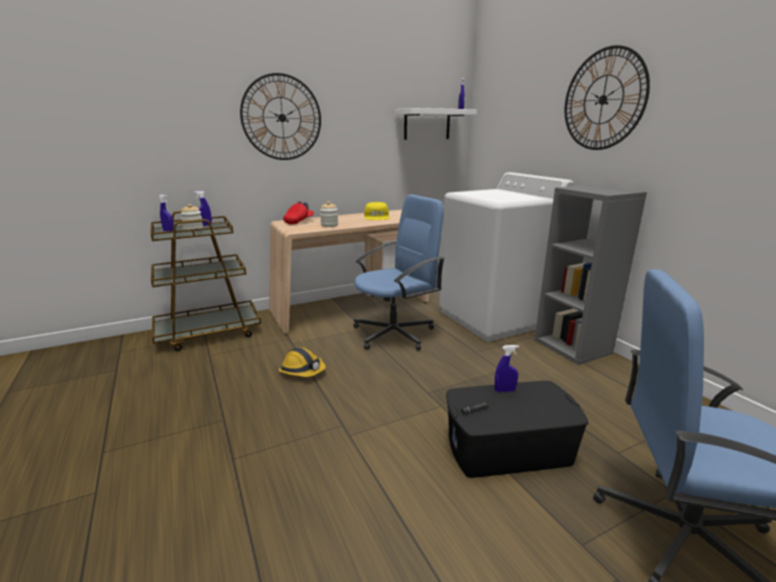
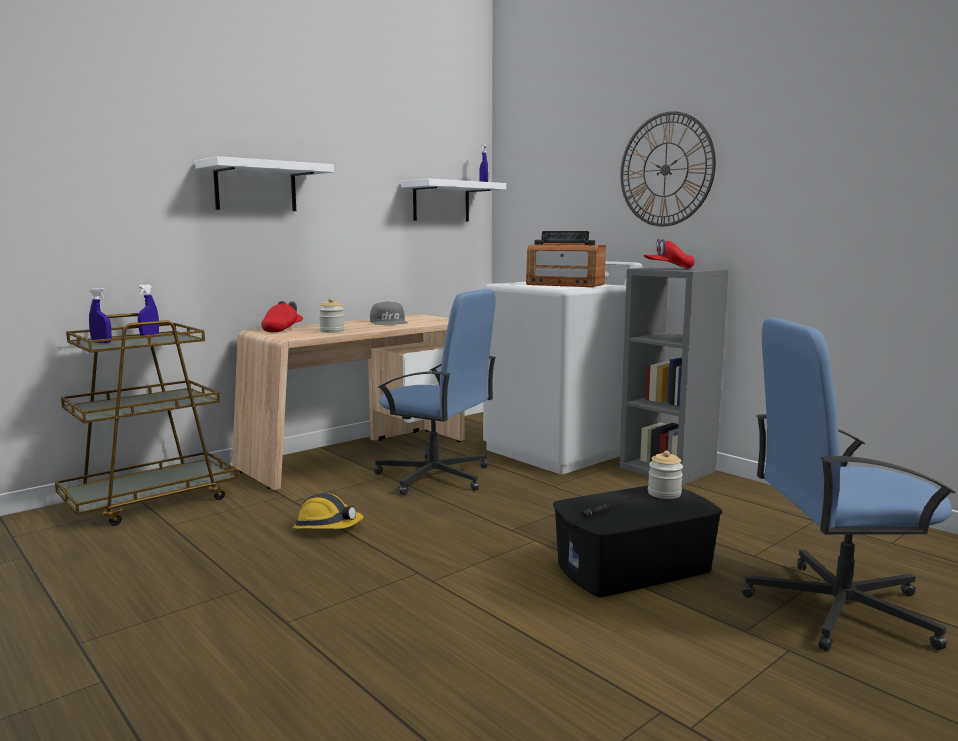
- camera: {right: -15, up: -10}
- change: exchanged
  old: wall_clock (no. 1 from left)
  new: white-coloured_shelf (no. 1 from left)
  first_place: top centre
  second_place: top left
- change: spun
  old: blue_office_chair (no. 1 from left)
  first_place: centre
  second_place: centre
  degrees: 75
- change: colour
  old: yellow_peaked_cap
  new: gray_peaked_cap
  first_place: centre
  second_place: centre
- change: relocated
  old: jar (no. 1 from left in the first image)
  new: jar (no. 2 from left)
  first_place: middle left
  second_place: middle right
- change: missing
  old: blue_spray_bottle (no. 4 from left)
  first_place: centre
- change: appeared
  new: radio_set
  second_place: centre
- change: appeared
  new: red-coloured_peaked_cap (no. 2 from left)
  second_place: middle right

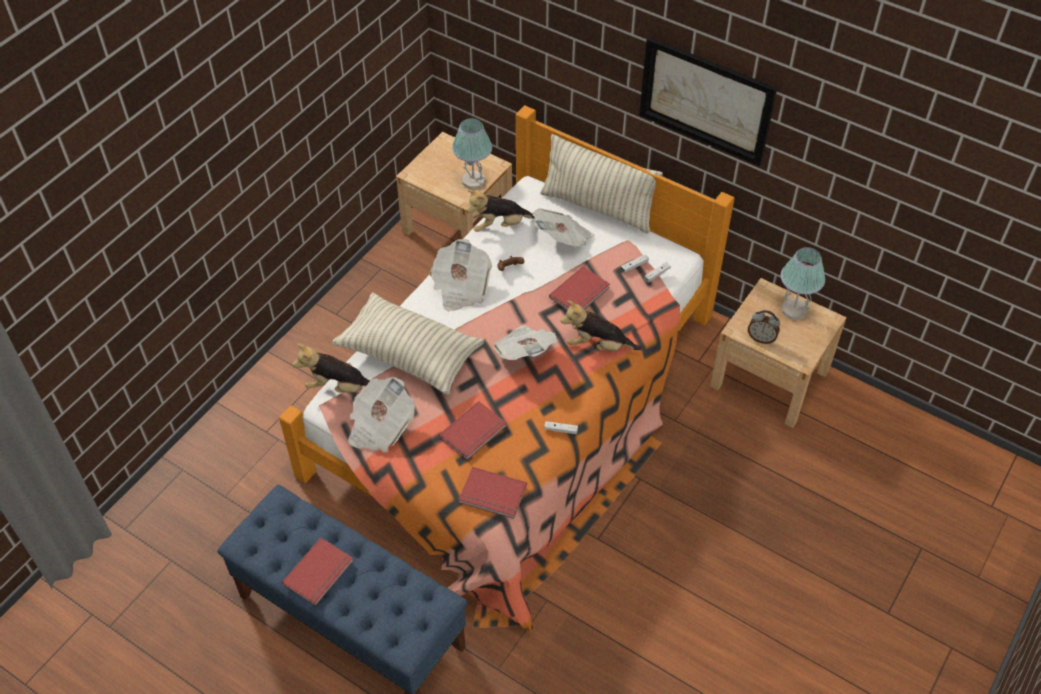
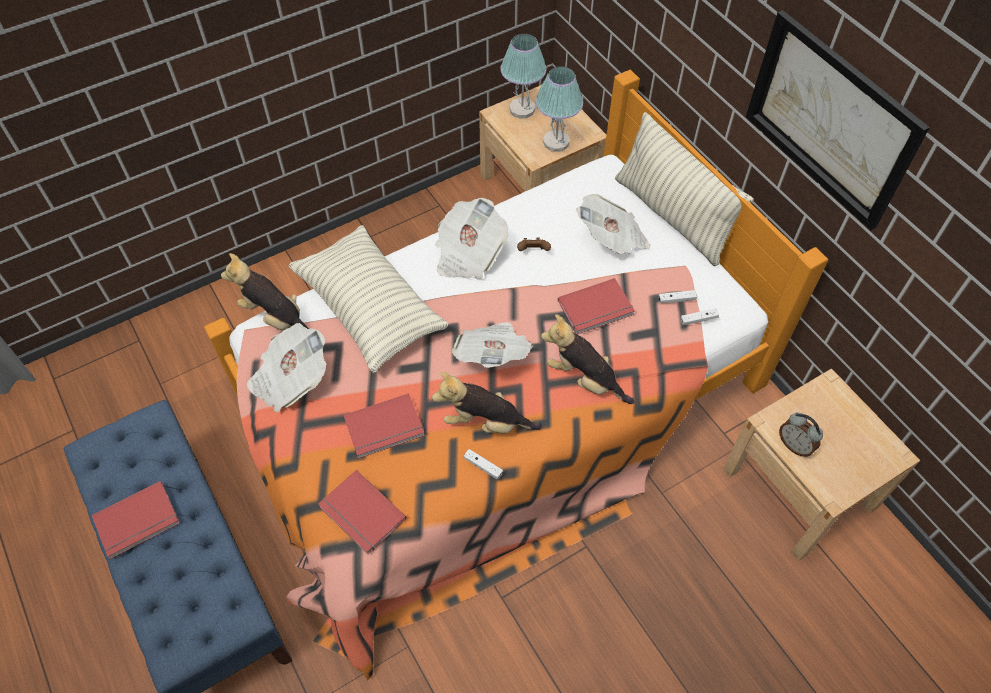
- camera: {right: 25, up: 5}
- change: relocated
  old: cuddly_toy (no. 2 from left)
  first_place: top centre
  second_place: centre
- change: relocated
  old: tabletop_lamp (no. 2 from left in the first image)
  new: tabletop_lamp (no. 1 from left)
  first_place: middle right
  second_place: top centre

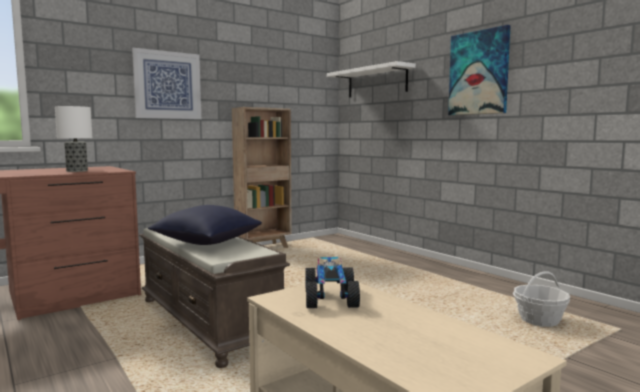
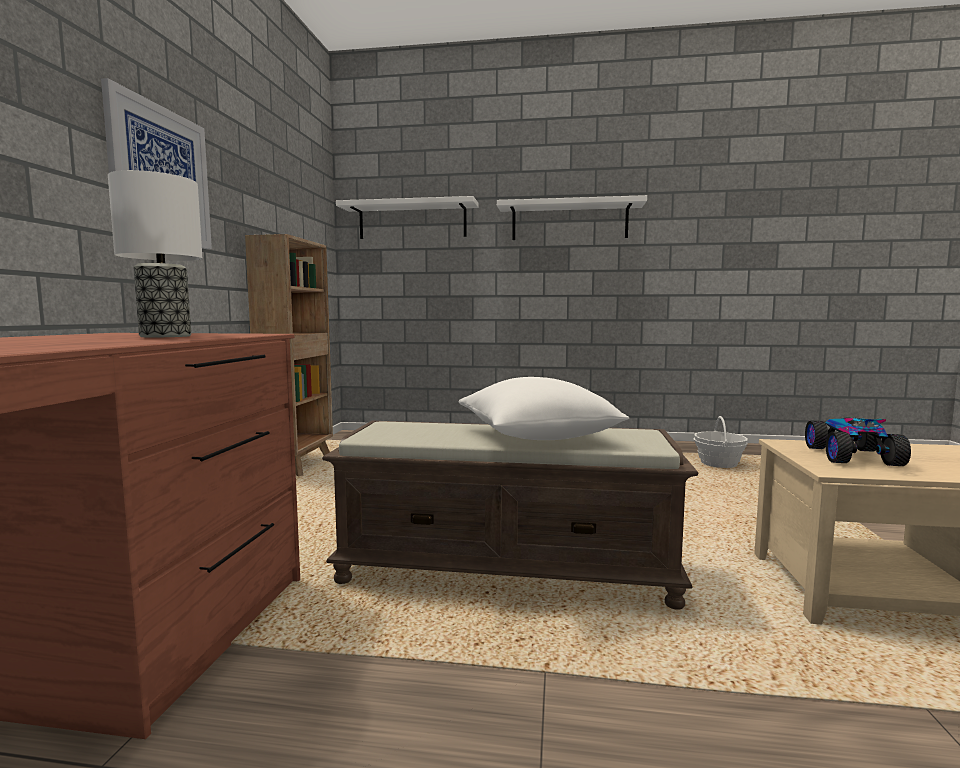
- camera: {right: -45, up: 0}
- change: exchanged
  old: picture (no. 2 from left)
  new: white-coloured_shelf (no. 2 from left)
  first_place: top right
  second_place: top centre
- change: colour
  old: blue_throw_pillow
  new: white-coloured_throw_pillow
  first_place: middle left
  second_place: centre
- change: spun
  old: model_car
  first_place: bottom centre
  second_place: middle right
  degrees: -120

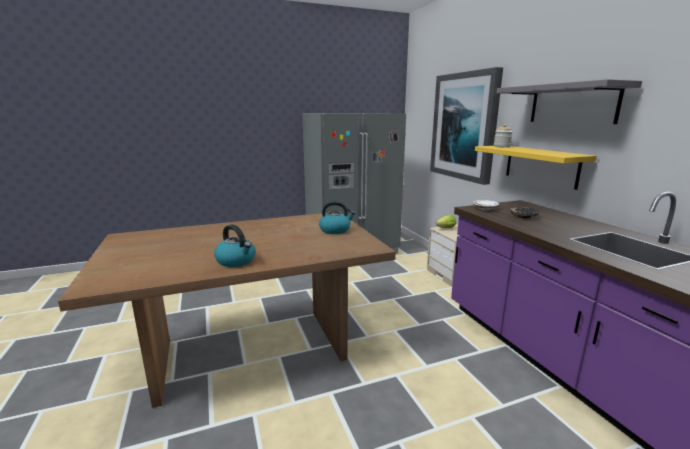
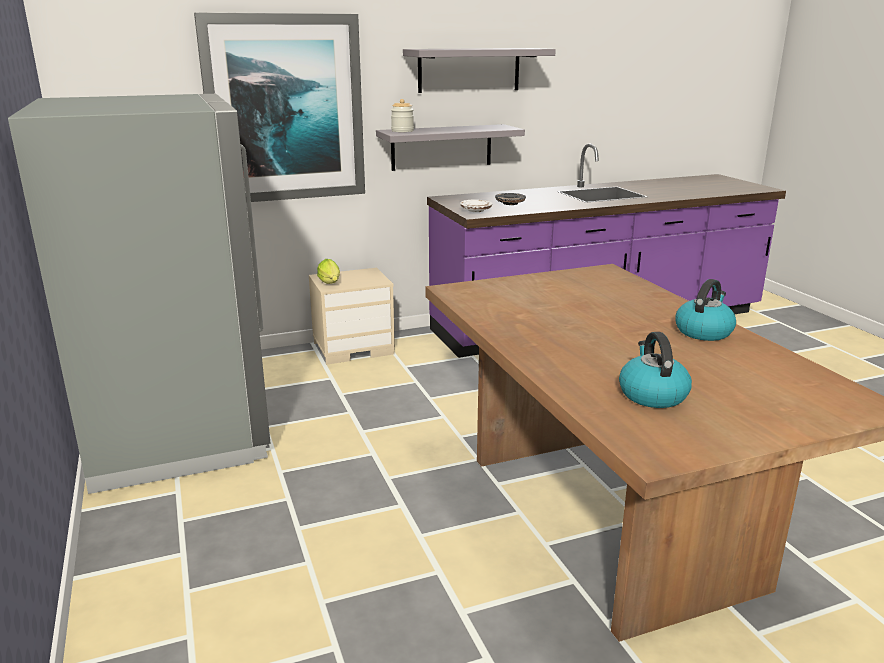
- camera: {right: -90, up: 5}
- change: colour
  old: yellow_shelf
  new: gray_shelf (no. 1 from left)
  first_place: middle right
  second_place: top centre
- change: relocated
  old: tea_kettle (no. 2 from left in the first image)
  new: tea_kettle (no. 1 from left)
  first_place: centre
  second_place: middle right

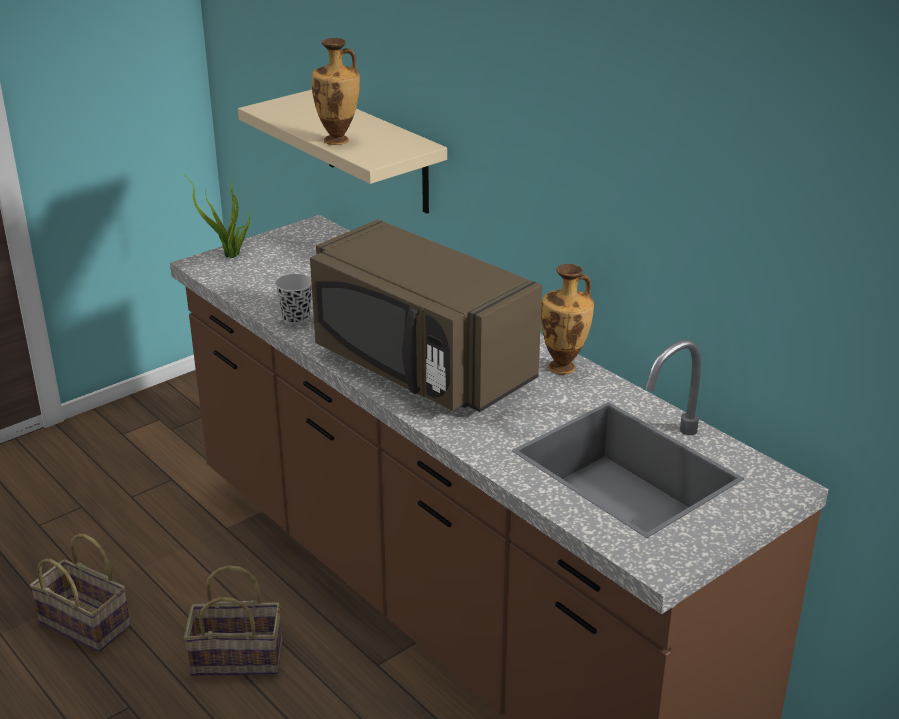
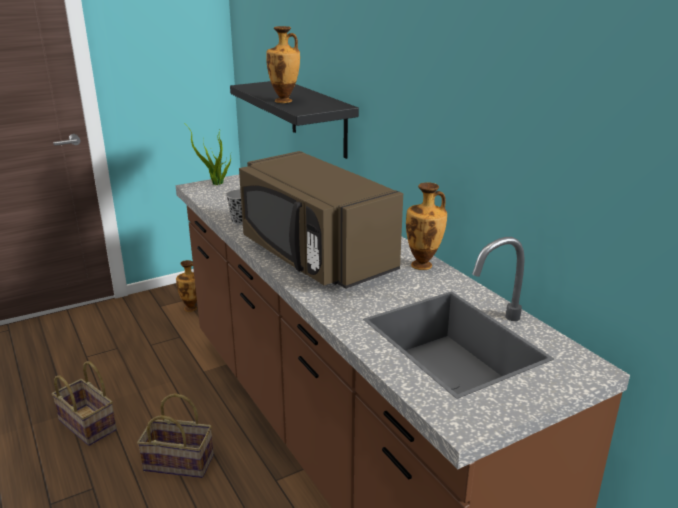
- camera: {right: 10, up: -5}
- change: colour
  old: sand-coloured_shelf
  new: black_shelf
  first_place: top centre
  second_place: top centre
- change: appeared
  new: vase (no. 1 from left)
  second_place: middle left

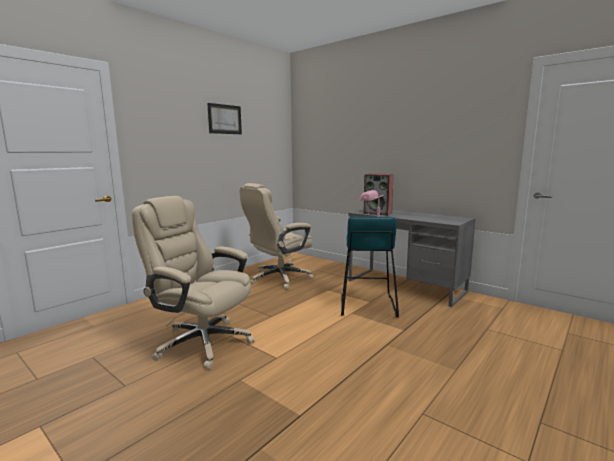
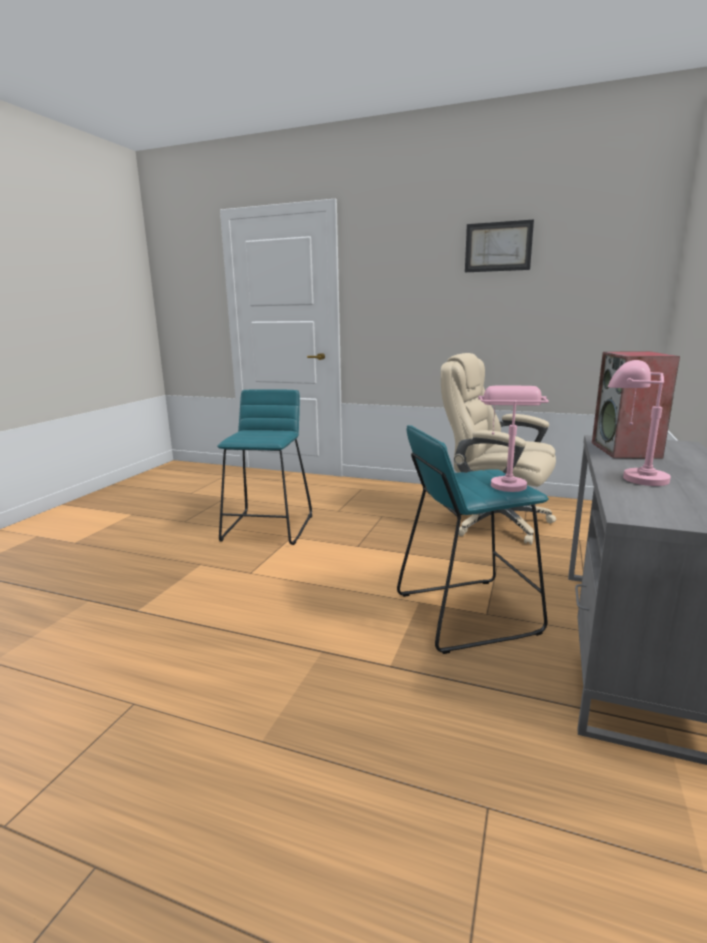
- camera: {right: 70, up: 5}
- change: exchanged
  old: sand-coloured_office_chair (no. 1 from left)
  new: turquoise_stool_seat (no. 1 from left)
  first_place: middle left
  second_place: centre
- change: appeared
  new: pink_tabletop_lamp (no. 2 from left)
  second_place: middle right

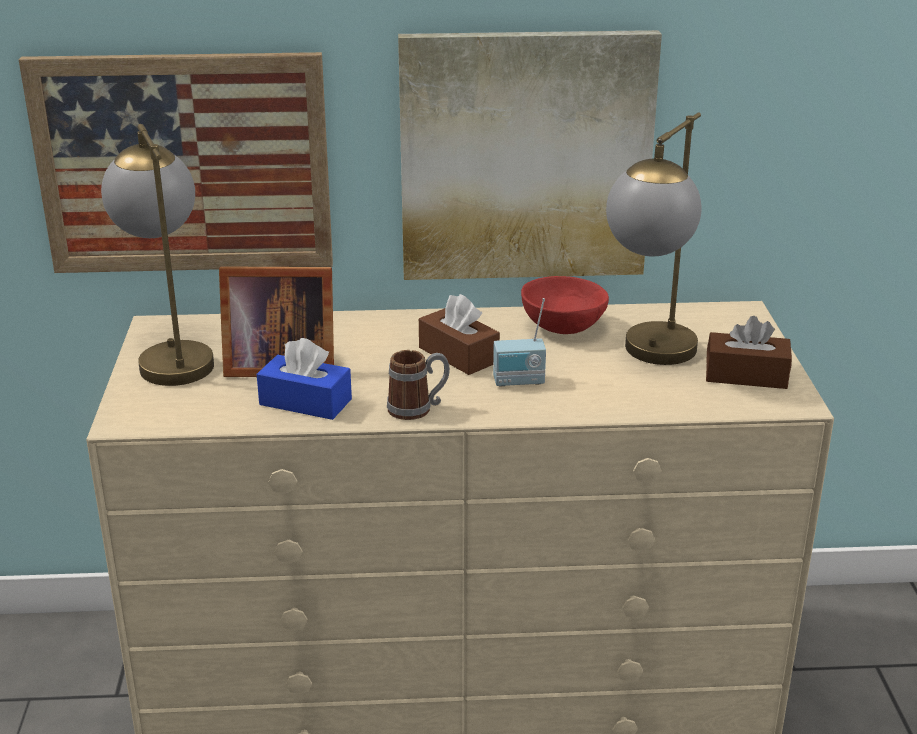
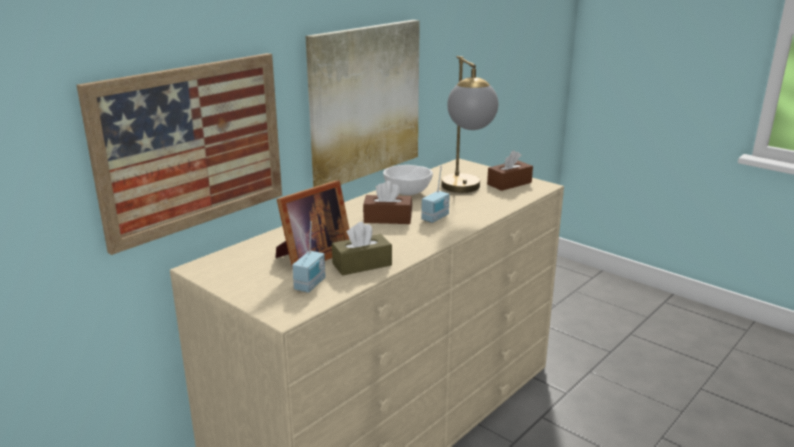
- camera: {right: -45, up: -5}
- change: missing
  old: tabletop_lamp (no. 1 from left)
  first_place: middle left
- change: colour
  old: red-coloured_bowl
  new: white-coloured_bowl
  first_place: centre
  second_place: centre
- change: colour
  old: blue_tissue_box
  new: brown-coloured_tissue_box (no. 1 from left)
  first_place: middle left
  second_place: centre
- change: missing
  old: mug
  first_place: centre
- change: appeared
  new: radio_set (no. 1 from left)
  second_place: centre

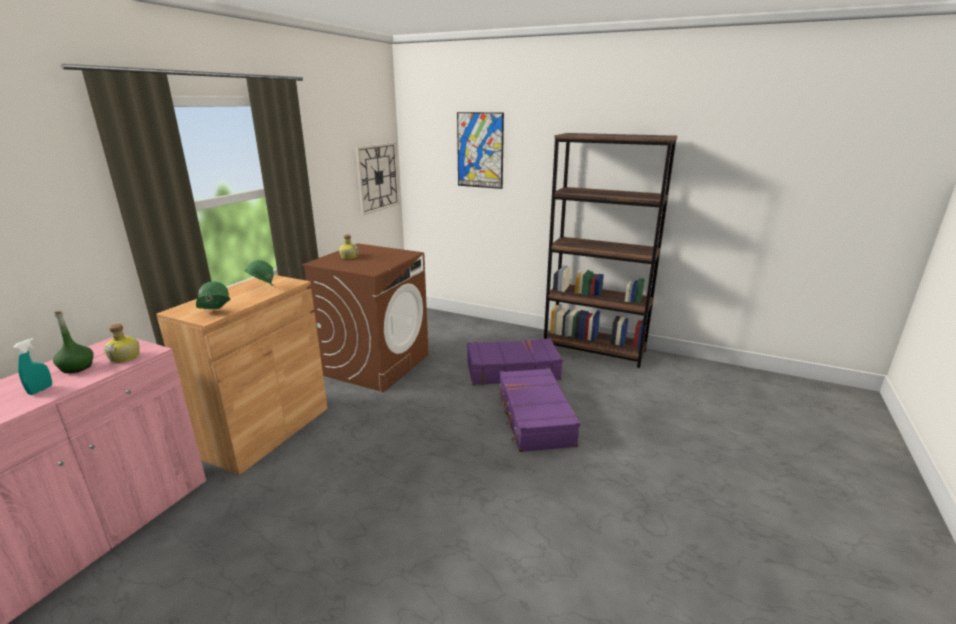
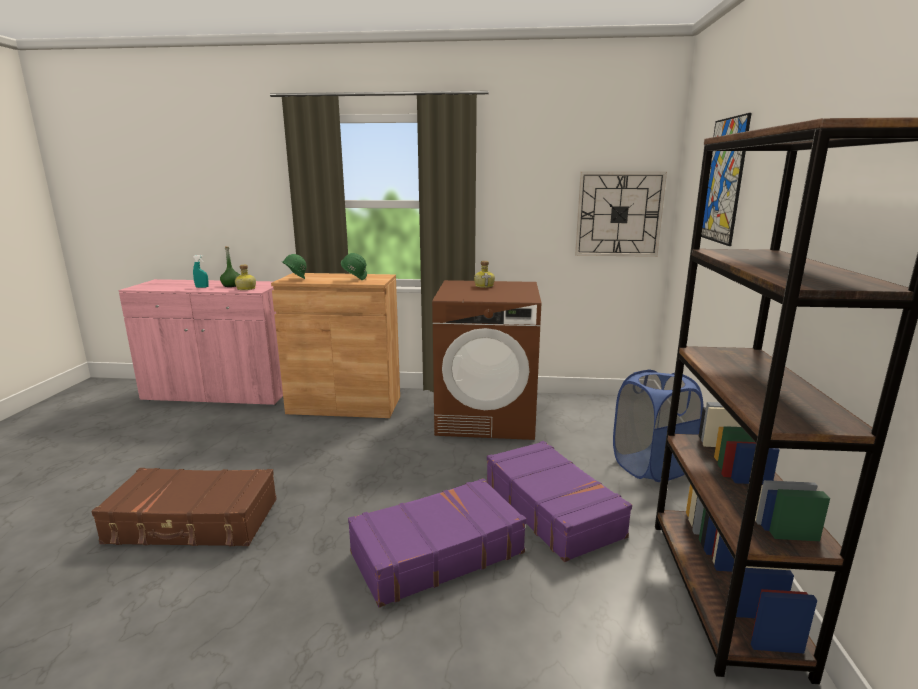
- camera: {right: 70, up: -5}
- change: appeared
  new: blue_laundry_basket
  second_place: middle right
- change: appeared
  new: brown-coloured_piece_of_luggage
  second_place: bottom left

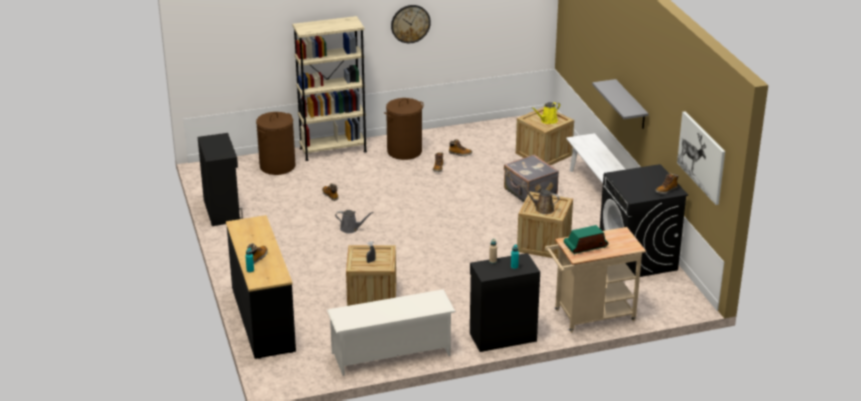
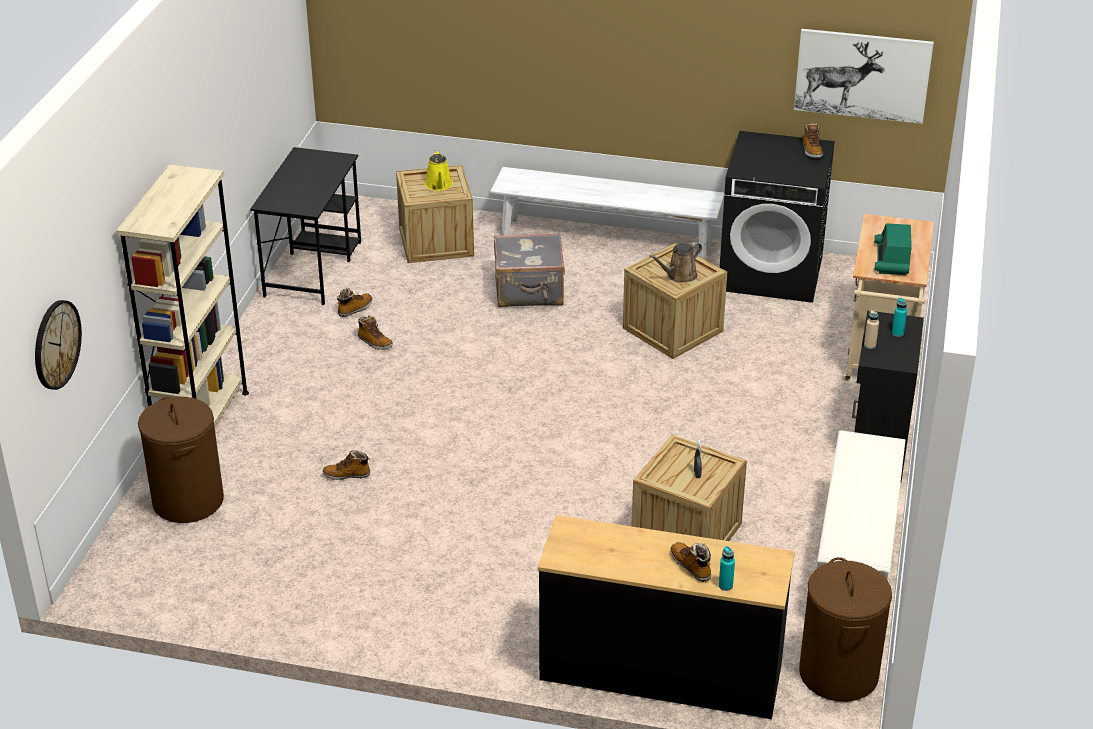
- camera: {right: -60, up: 5}
- change: relocated
  old: wall_clock
  first_place: top centre
  second_place: middle left
- change: missing
  old: gray_shelf
  first_place: top right
- change: relocated
  old: brown-coloured_laundry_basket (no. 2 from left)
  first_place: top centre
  second_place: bottom right
- change: missing
  old: black_cabinet (no. 1 from left)
  first_place: middle left
- change: missing
  old: gray_watering_can
  first_place: centre
- change: appeared
  new: black_desk_table
  second_place: top left

